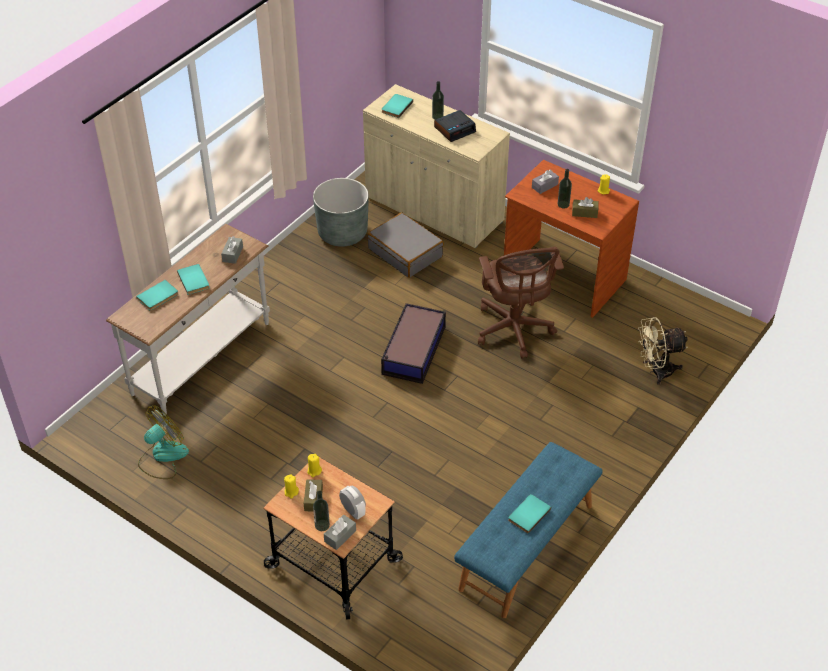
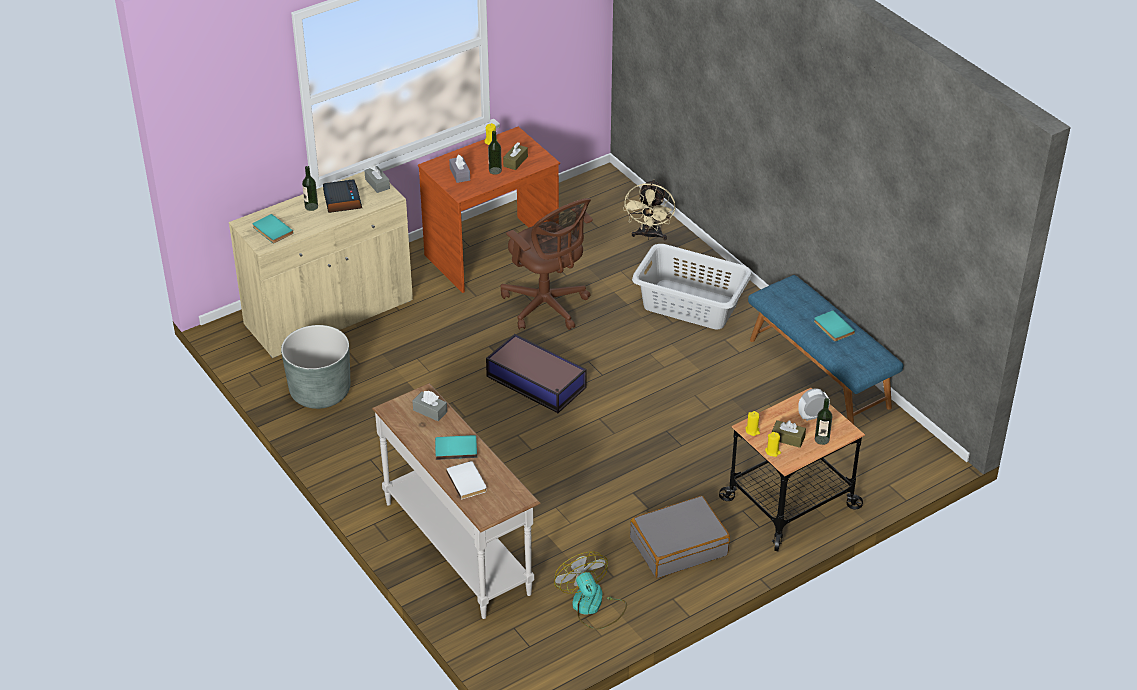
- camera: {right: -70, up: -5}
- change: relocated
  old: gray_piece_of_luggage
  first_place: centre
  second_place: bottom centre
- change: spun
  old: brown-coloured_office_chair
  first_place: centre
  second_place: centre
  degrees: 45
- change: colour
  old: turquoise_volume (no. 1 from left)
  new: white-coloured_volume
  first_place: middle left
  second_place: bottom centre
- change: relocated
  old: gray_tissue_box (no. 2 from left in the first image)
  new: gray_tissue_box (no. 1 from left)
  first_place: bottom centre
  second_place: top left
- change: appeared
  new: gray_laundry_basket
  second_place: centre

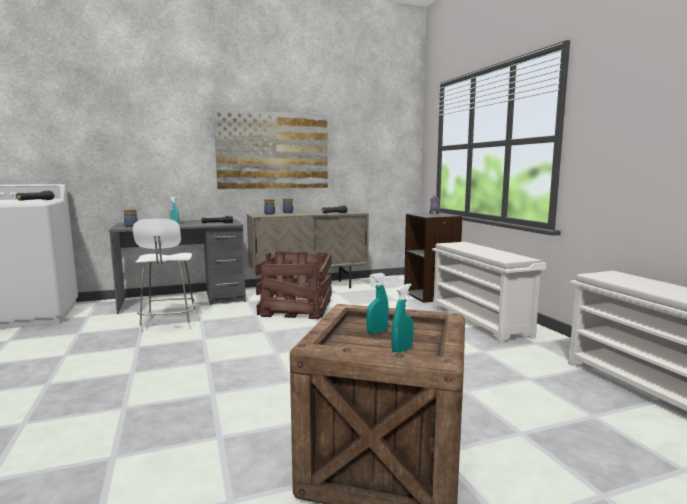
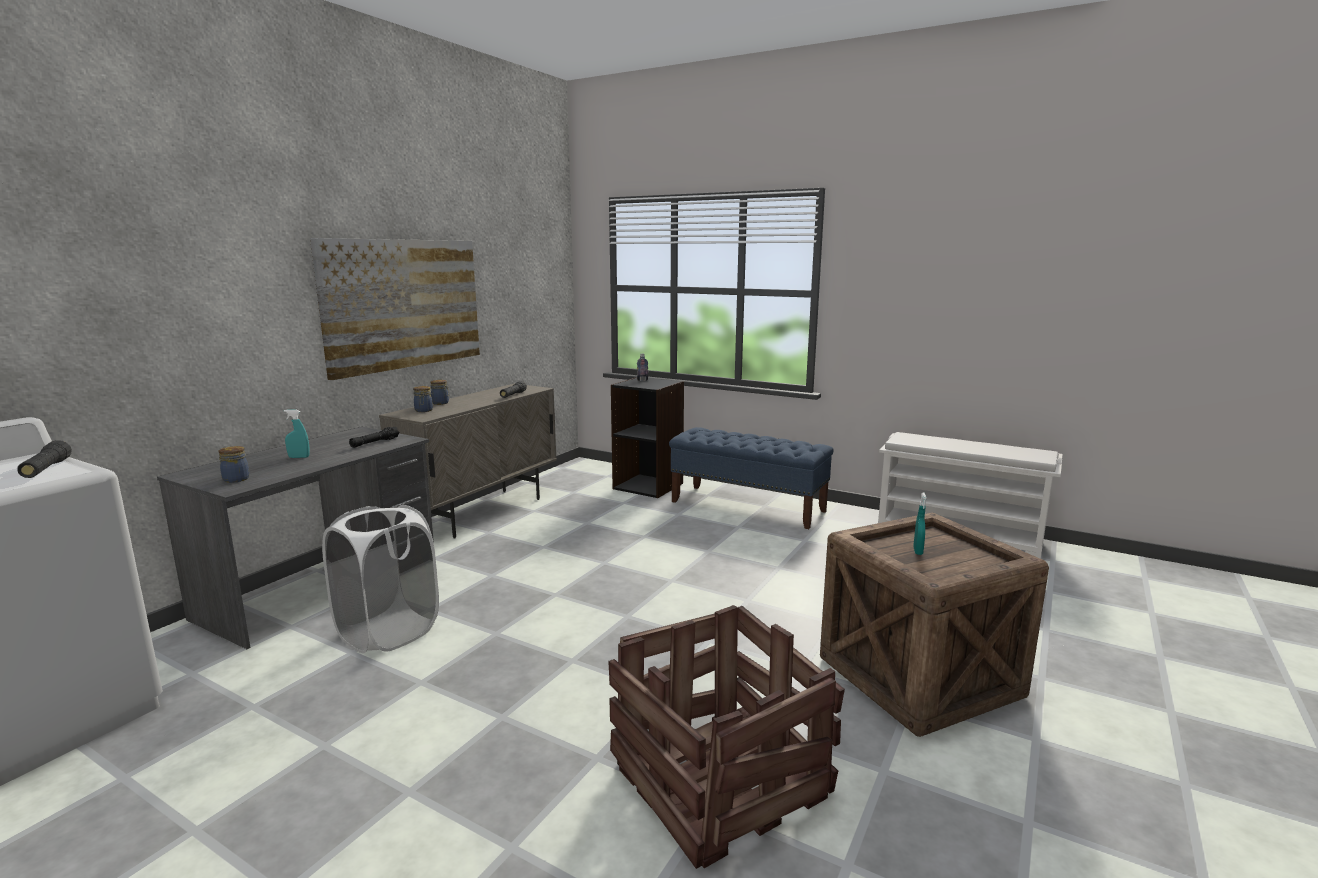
- camera: {right: -40, up: 5}
- change: exchanged
  old: white-coloured_chair
  new: white-coloured_laundry_basket
  first_place: middle left
  second_place: middle left
- change: exchanged
  old: white-coloured_shoe_rack (no. 1 from left)
  new: blue_bench
  first_place: middle right
  second_place: centre
- change: relocated
  old: crate (no. 1 from left)
  first_place: centre
  second_place: bottom centre
- change: missing
  old: turquoise_spray_bottle (no. 3 from left)
  first_place: centre

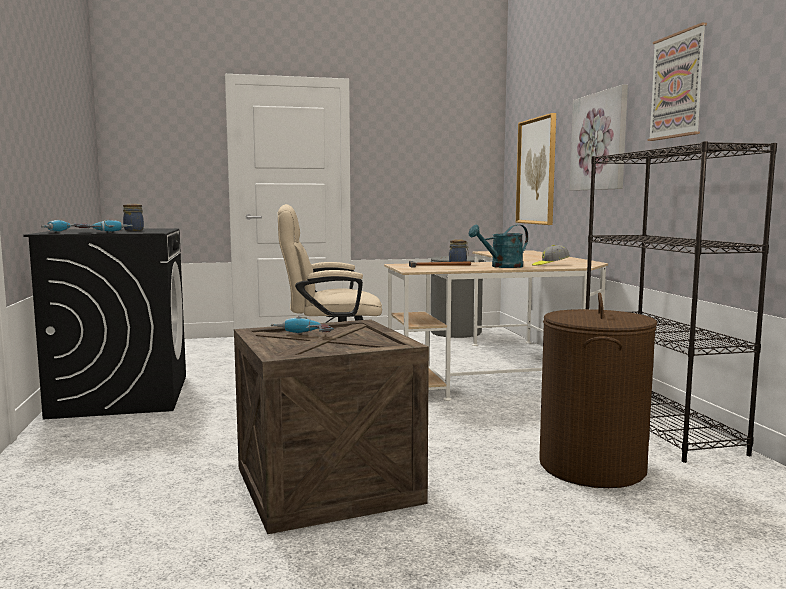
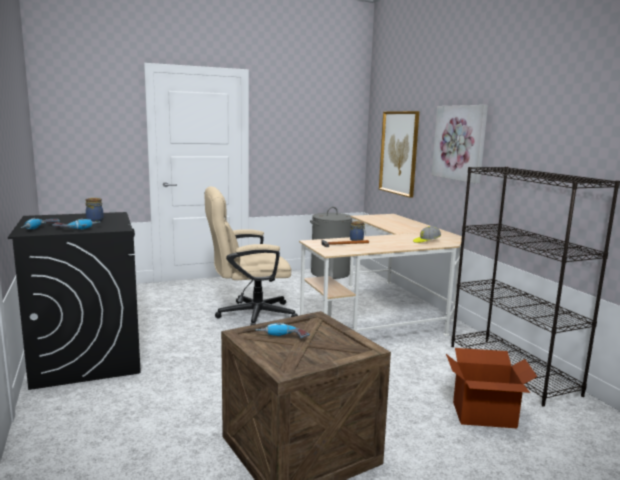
- camera: {right: -10, up: 5}
- change: missing
  old: picture (no. 3 from left)
  first_place: top right
- change: missing
  old: turquoise_watering_can
  first_place: centre
- change: exchanged
  old: brown-coloured_laundry_basket
  new: cardboard_box
  first_place: middle right
  second_place: bottom right

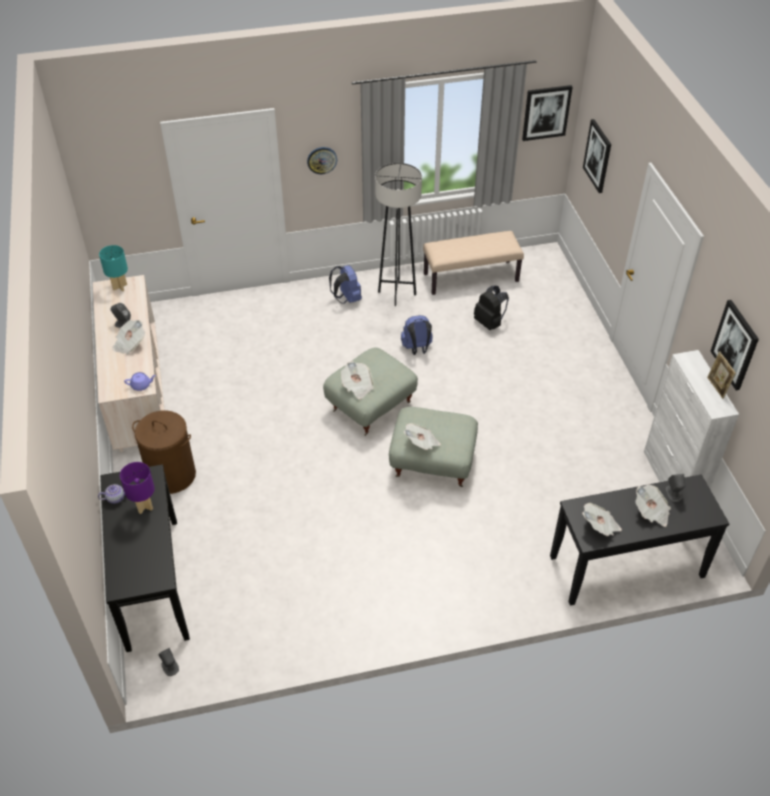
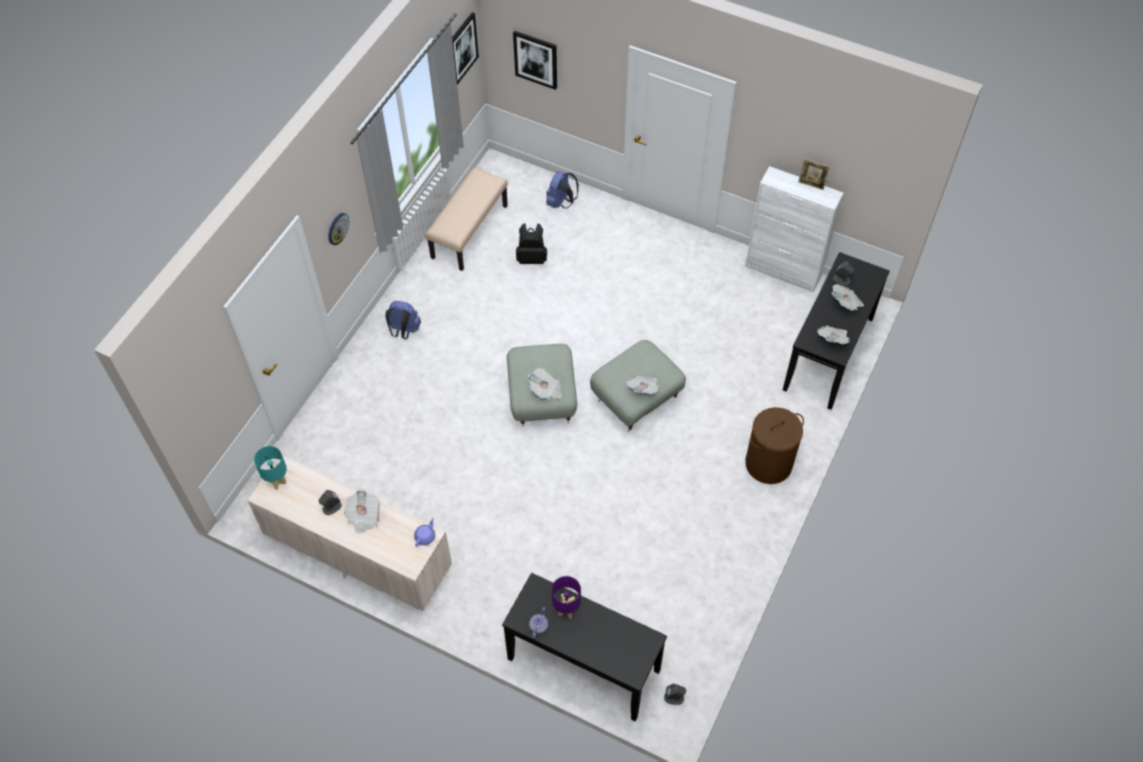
- camera: {right: -50, up: 10}
- change: missing
  old: gray_standard_lamp
  first_place: top centre
- change: missing
  old: picture (no. 3 from left)
  first_place: middle right
- change: relocated
  old: blue_backpack (no. 2 from left)
  first_place: centre
  second_place: top centre
- change: relocated
  old: brown-coloured_laundry_basket
  first_place: middle left
  second_place: middle right

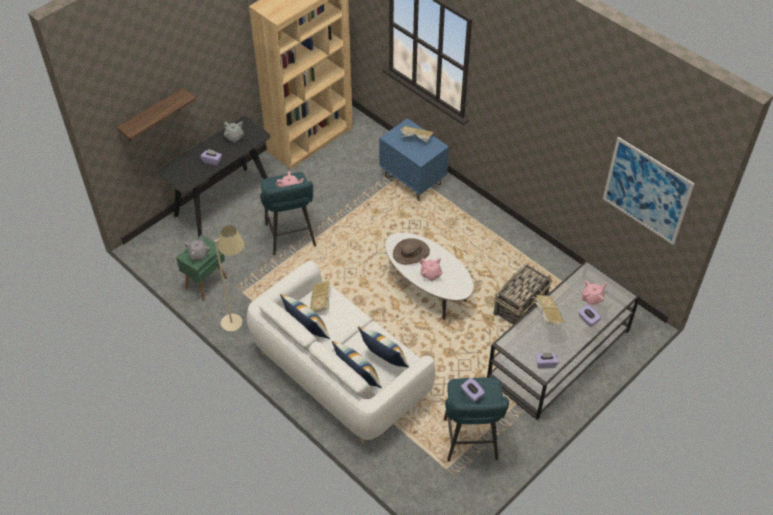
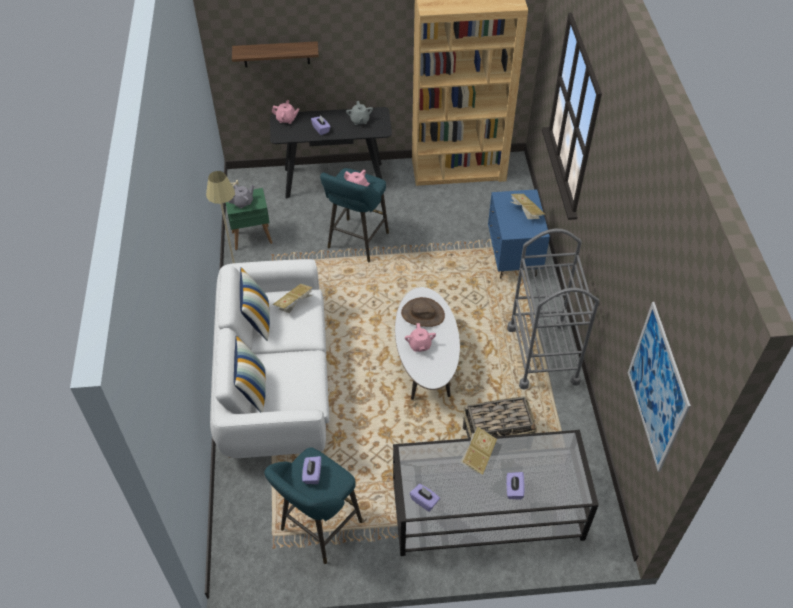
- camera: {right: 40, up: 0}
- change: relocated
  old: pink_teapot (no. 3 from left in the first image)
  new: pink_teapot (no. 1 from left)
  first_place: middle right
  second_place: top centre
- change: missing
  old: throw_pillow (no. 3 from left)
  first_place: bottom centre
- change: appeared
  new: gray_wheeled_cart
  second_place: middle right

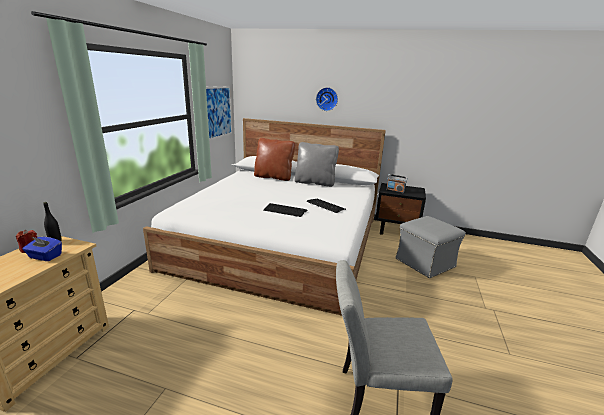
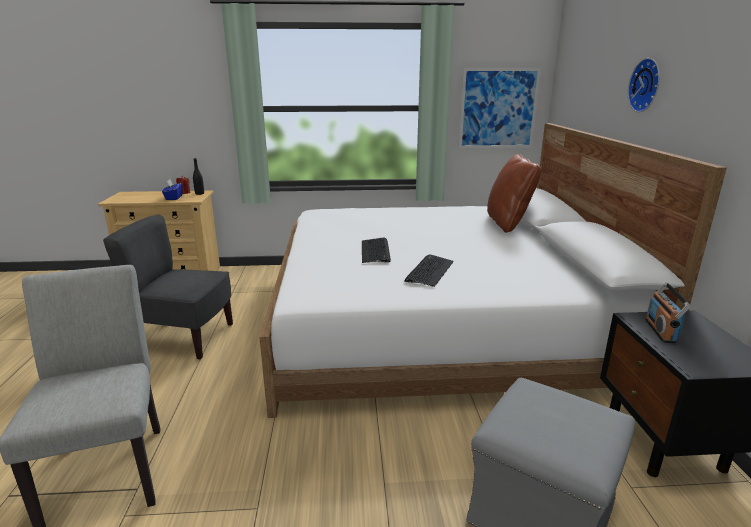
- camera: {right: 70, up: 0}
- change: missing
  old: gray_throw_pillow
  first_place: centre
- change: appeared
  new: gray_chair (no. 2 from left)
  second_place: middle left

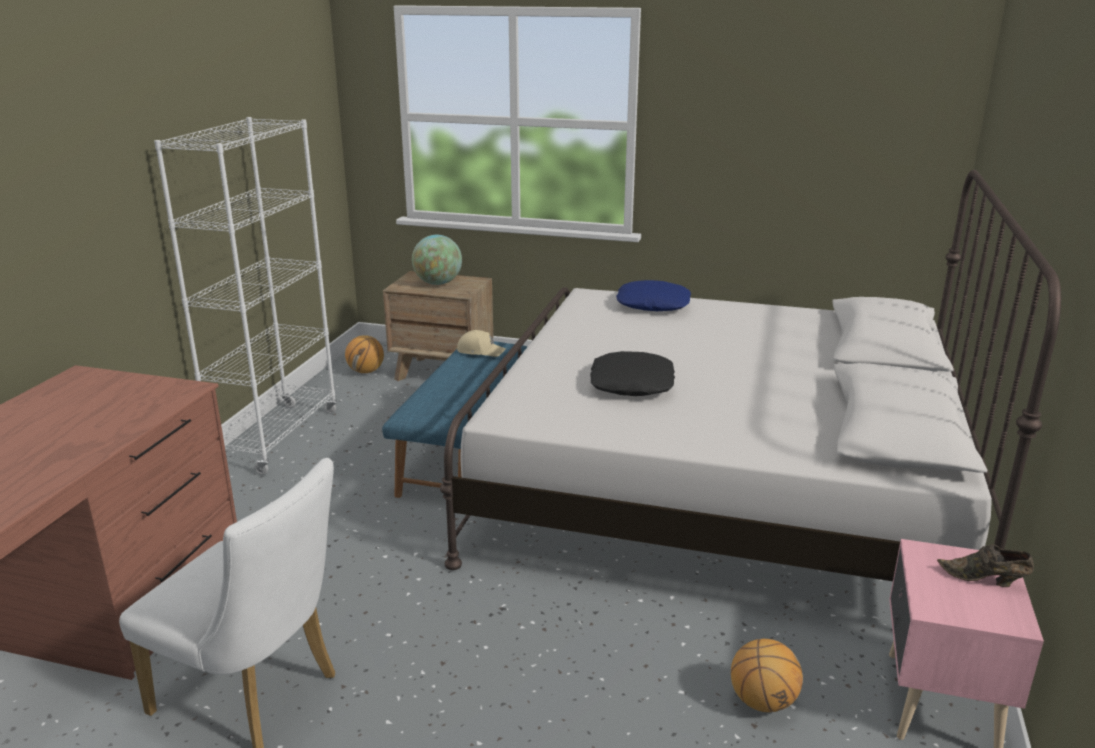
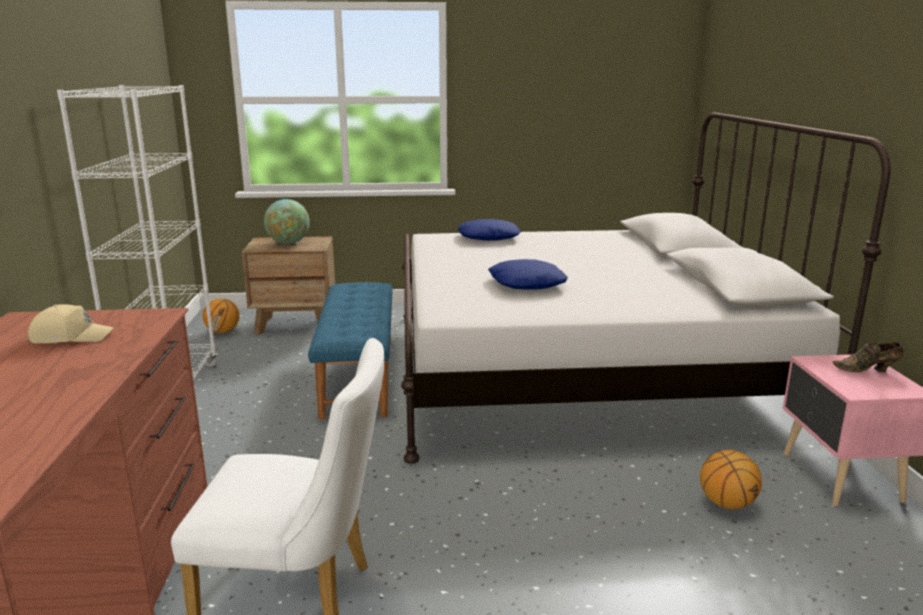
- camera: {right: -20, up: -5}
- change: relocated
  old: sand-coloured_peaked_cap
  first_place: centre
  second_place: middle left
- change: colour
  old: black_throw_pillow
  new: blue_throw_pillow (no. 2 from left)
  first_place: centre
  second_place: centre

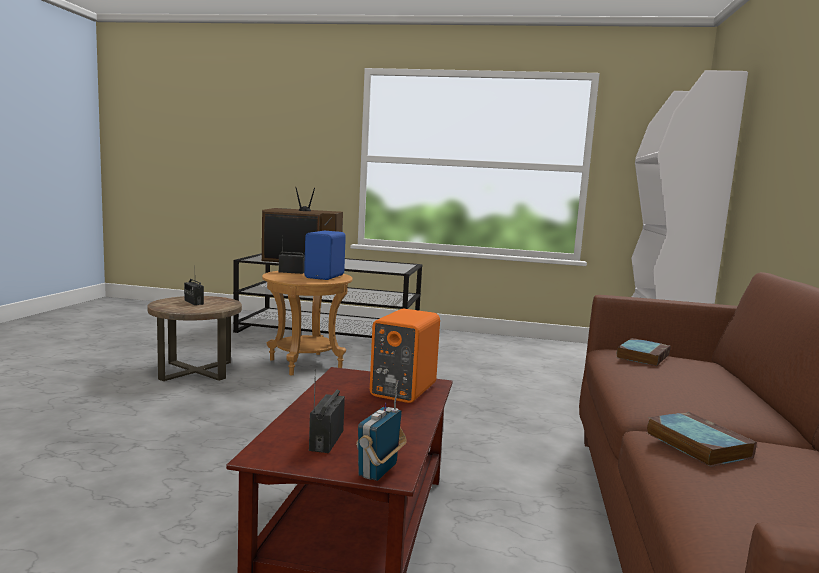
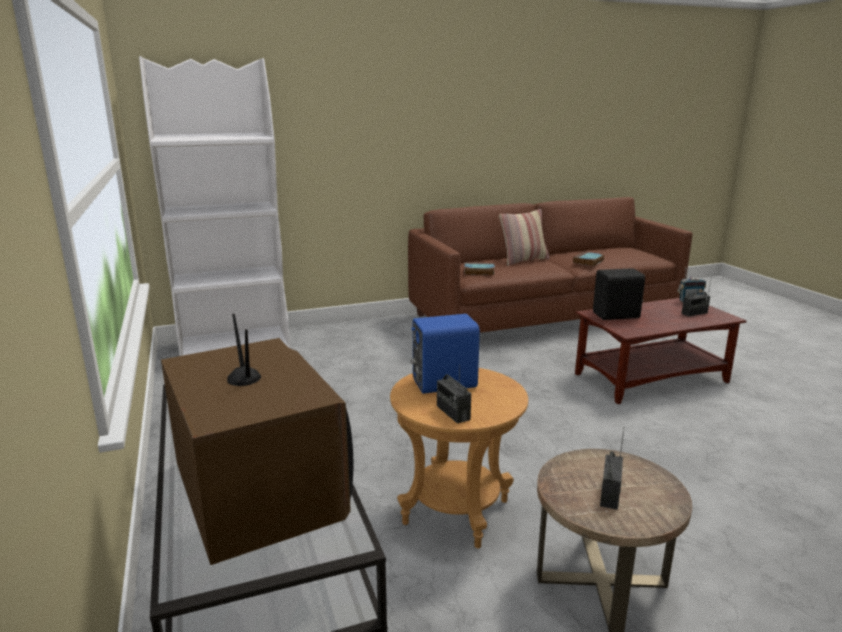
- camera: {right: -120, up: 10}
- change: colour
  old: orangey_audio_speaker
  new: black_audio_speaker
  first_place: centre
  second_place: middle right
- change: appeared
  new: throw_pillow
  second_place: centre

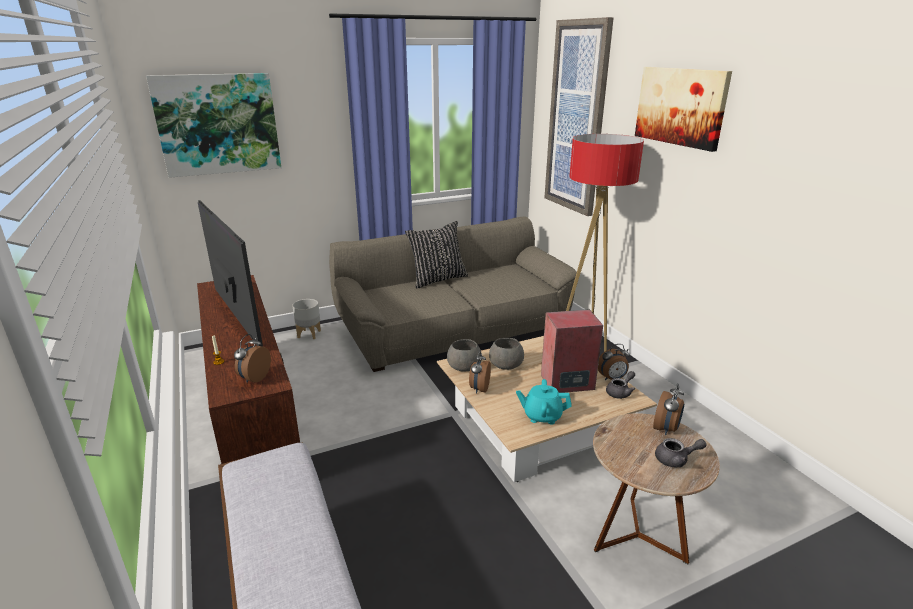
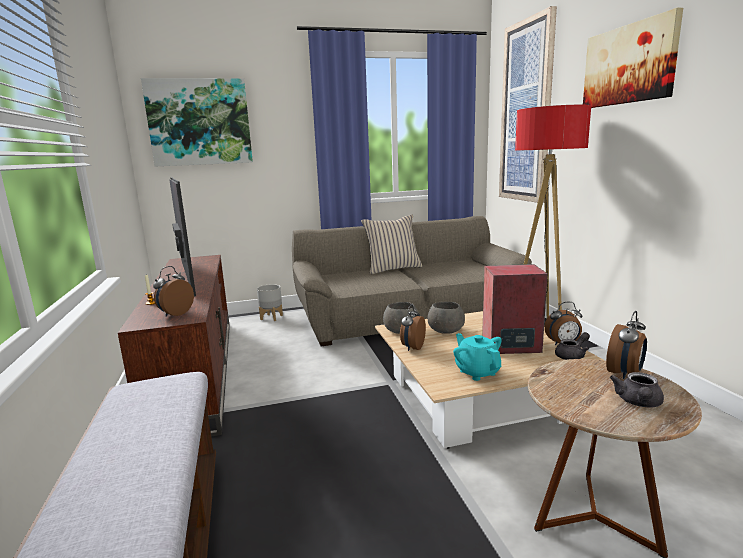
- camera: {right: 10, up: -10}
- change: colour
  old: black_throw_pillow
  new: sand-coloured_throw_pillow
  first_place: centre
  second_place: centre
- change: spun
  old: turquoise_teapot
  first_place: centre
  second_place: centre
  degrees: 45
- change: spun
  old: gray_teapot (no. 2 from left)
  first_place: bottom right
  second_place: bottom right
  degrees: 105

